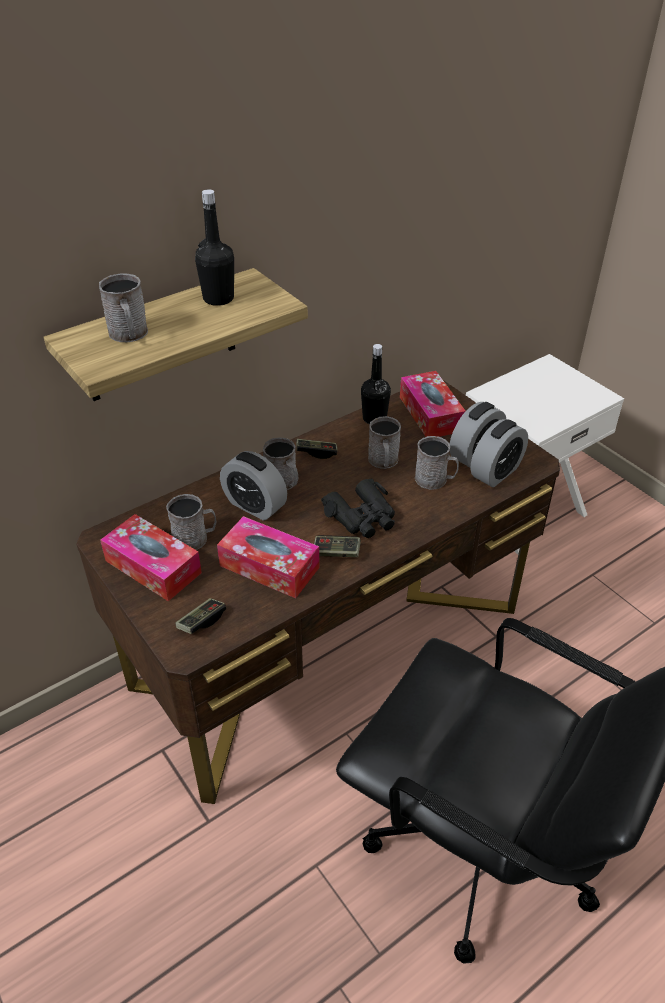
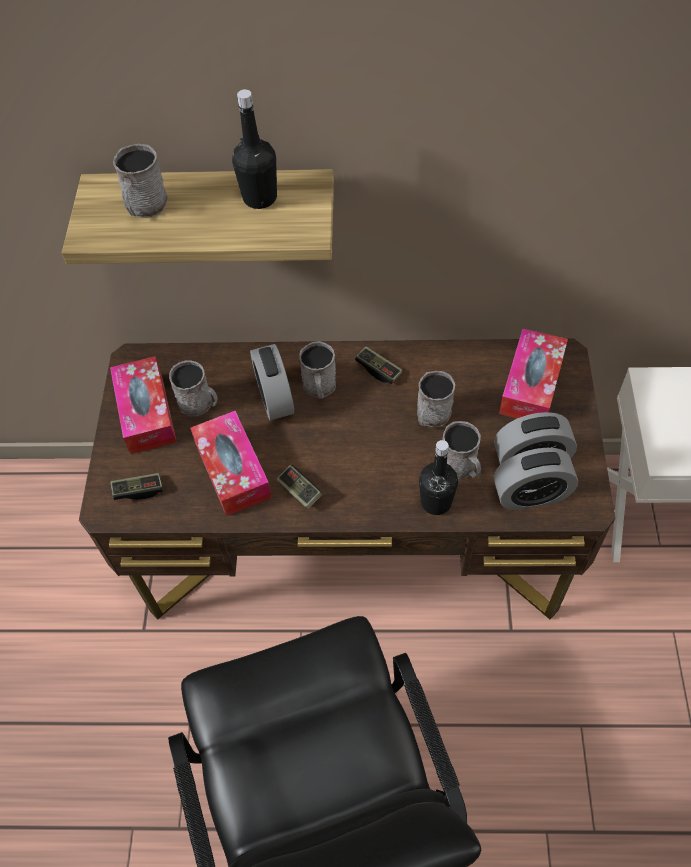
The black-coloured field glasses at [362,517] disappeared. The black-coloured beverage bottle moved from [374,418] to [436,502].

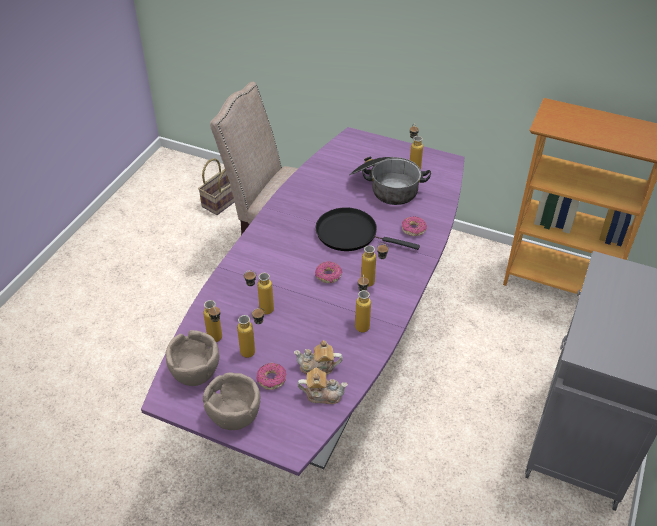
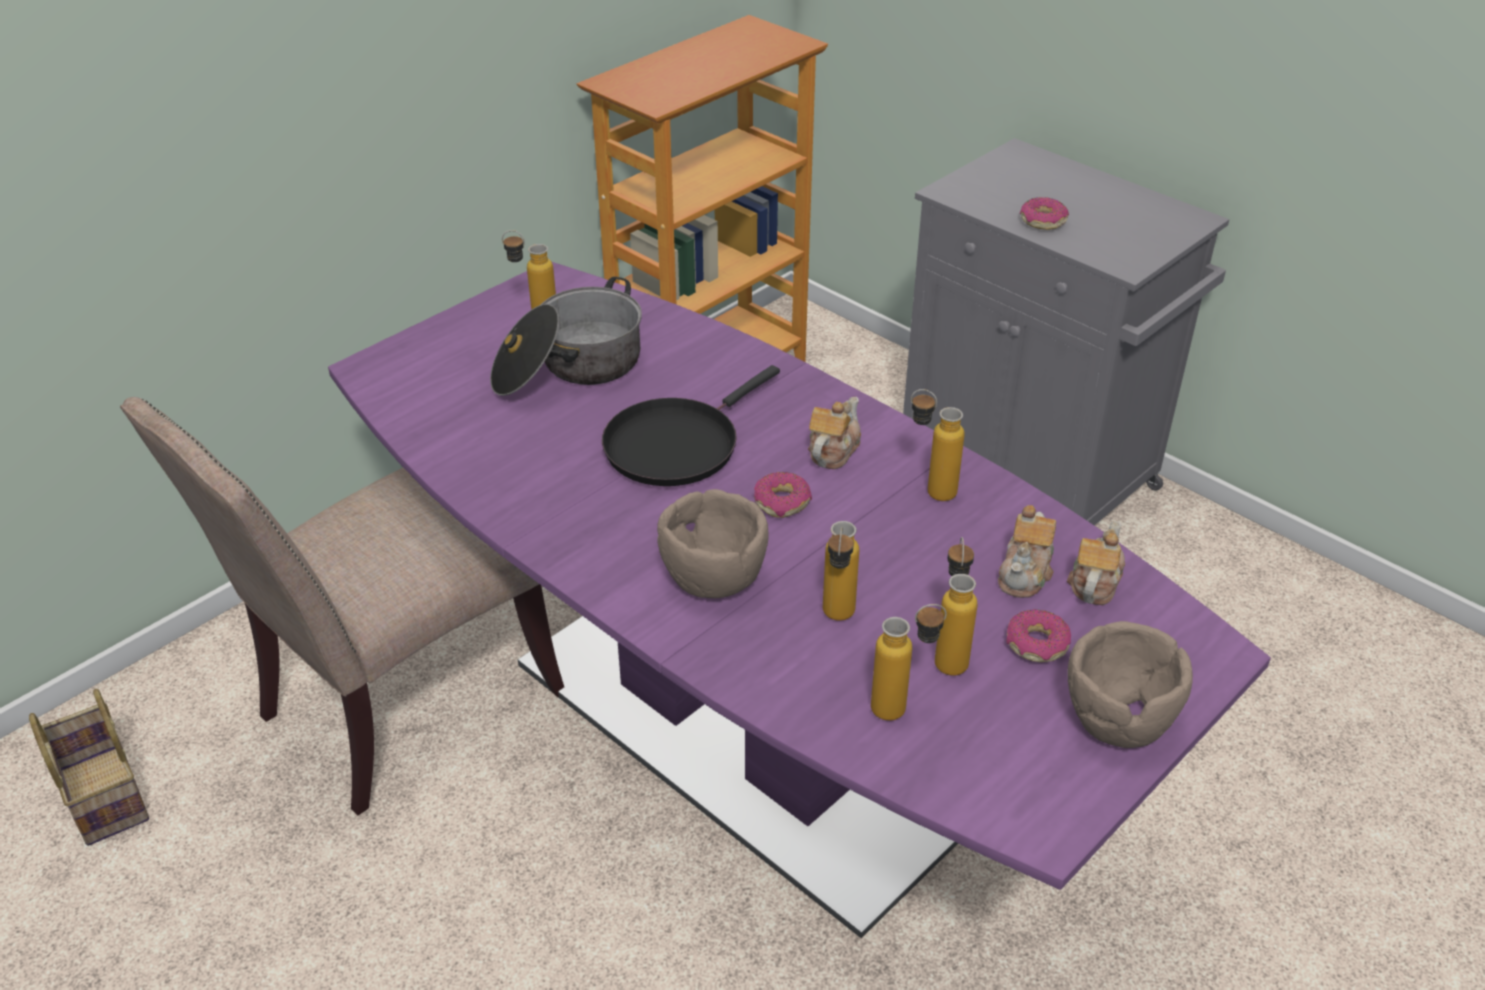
The brownish bowl moved from [195,373] to [716,578]. The beverage bottle at [373,283] was replaced by the teapot at [832,451]. The doughnut moved from [413,229] to [1042,221].

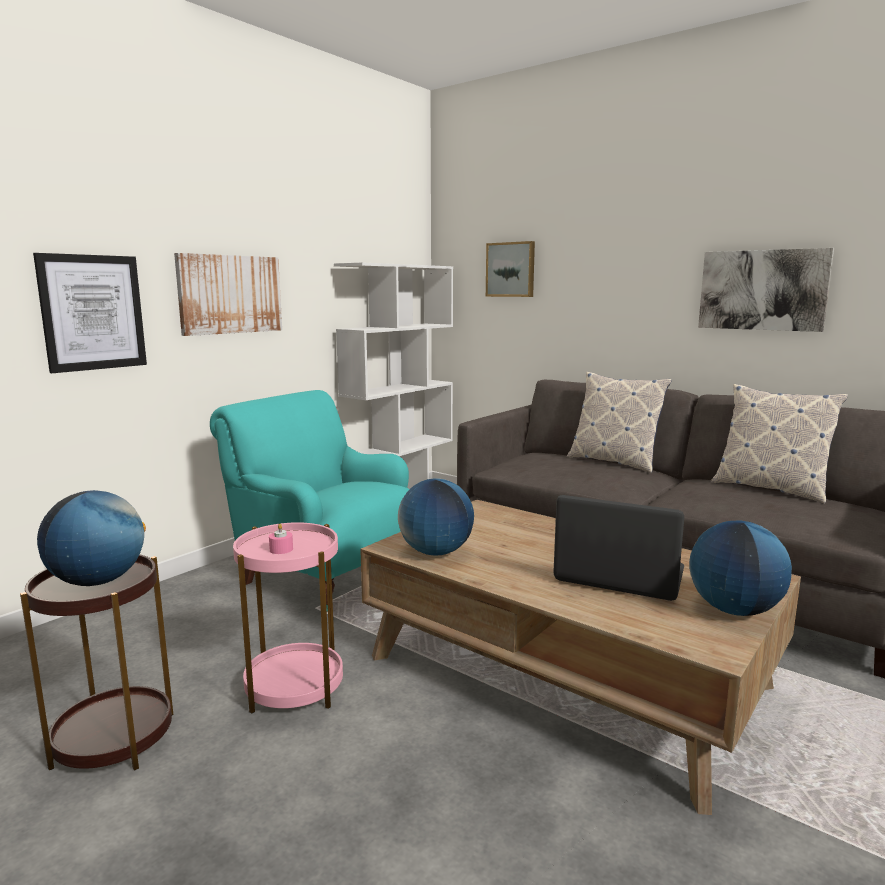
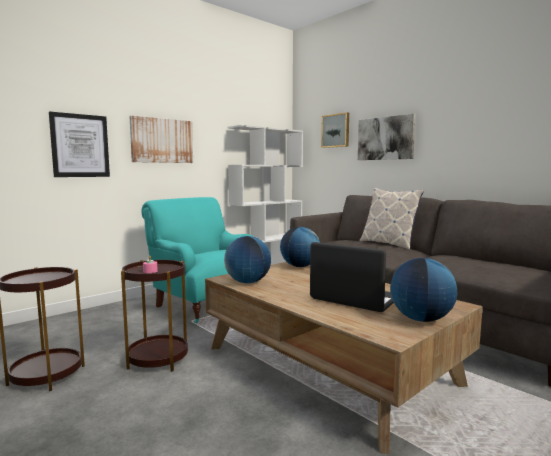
The world globe moved from [98,581] to [300,266]. The pink accent table at [294,687] became the brownish accent table at [158,359]. The wall art moved from [762,290] to [385,138]. The cushion at [770,489] disappeared.

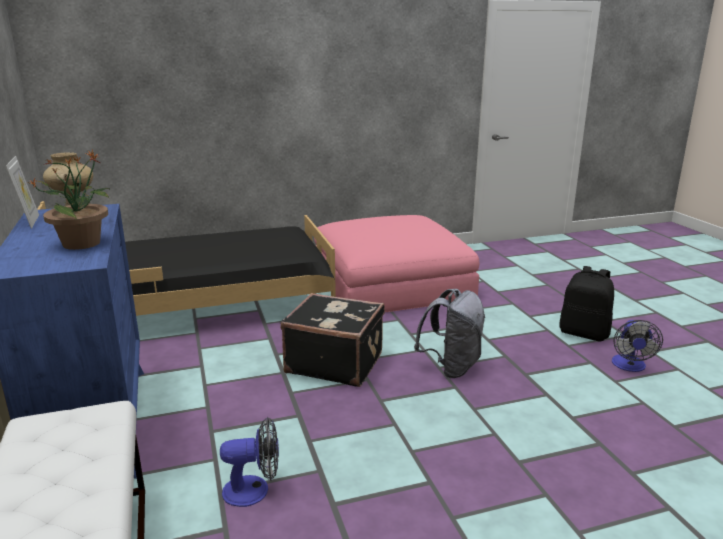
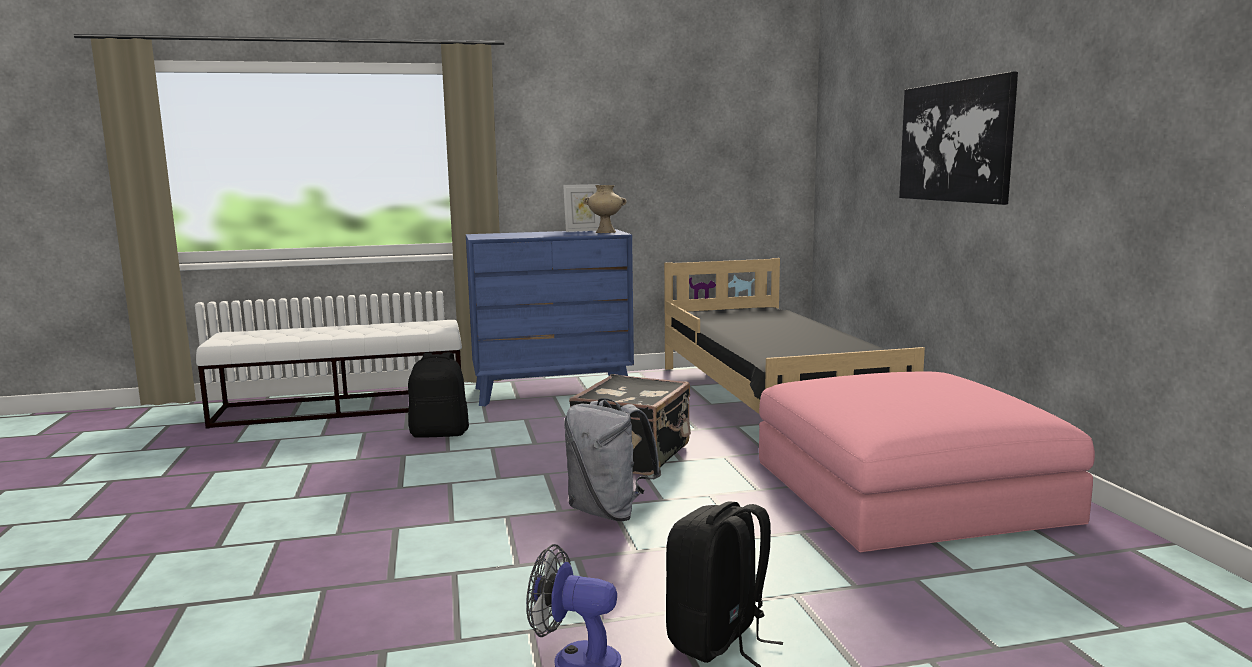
The houseplant at [83,243] disappeared. The electric fan at [254,490] was replaced by the black-coloured knapsack at [440,433]. The wall art at [955,141] appeared.

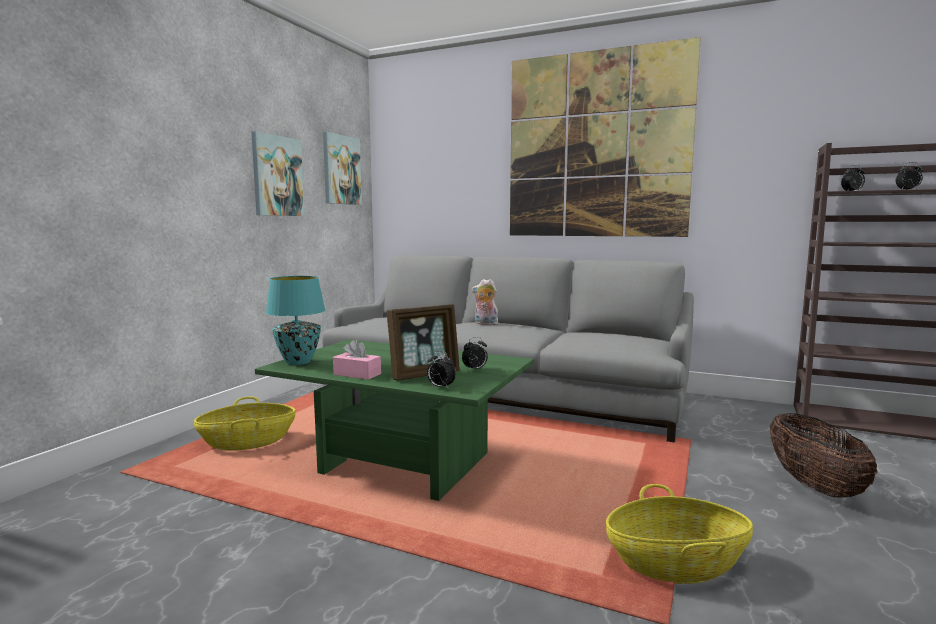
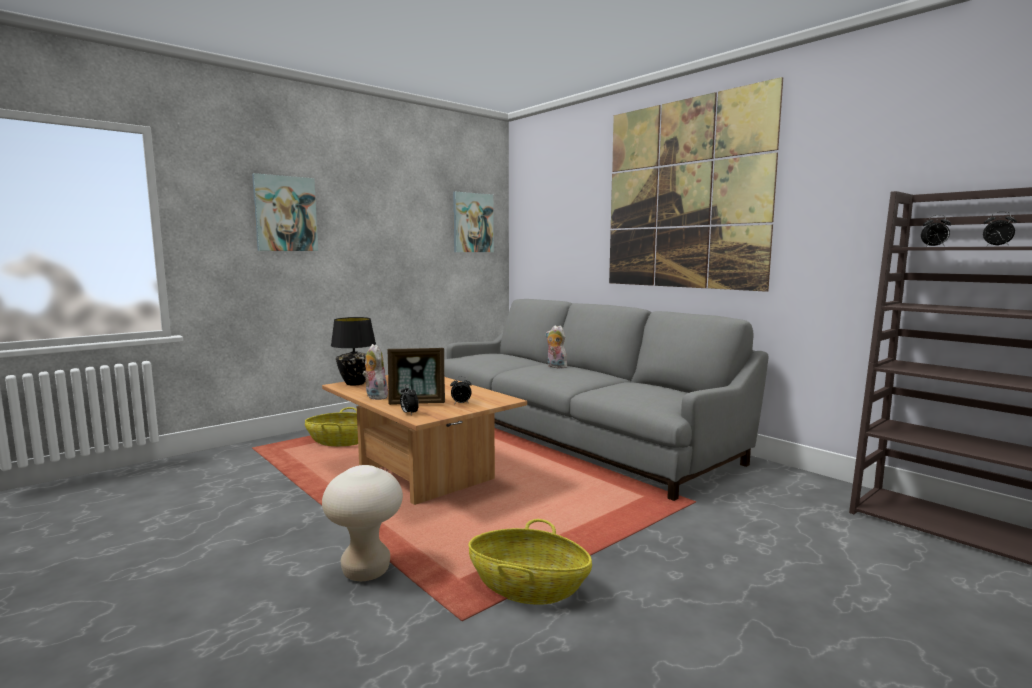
The wall art moved from [277,176] to [285,214]. The green-coloured coffee table at [401,465] became the brownish coffee table at [421,476]. The blue-green lamp for a table at [298,362] became the black-coloured lamp for a table at [355,383]. The pink tissue box at [357,374] was replaced by the cuddly toy at [374,397]. The household basket at [814,485] disappeared. The beige sitting stool at [366,571] appeared.

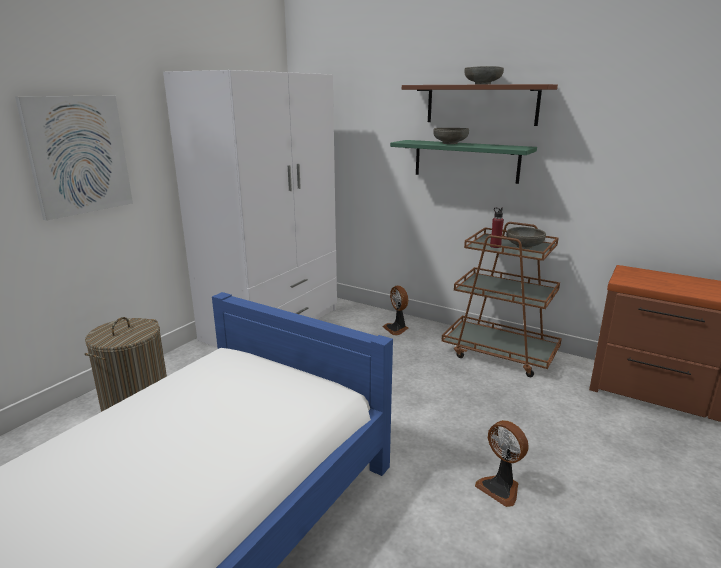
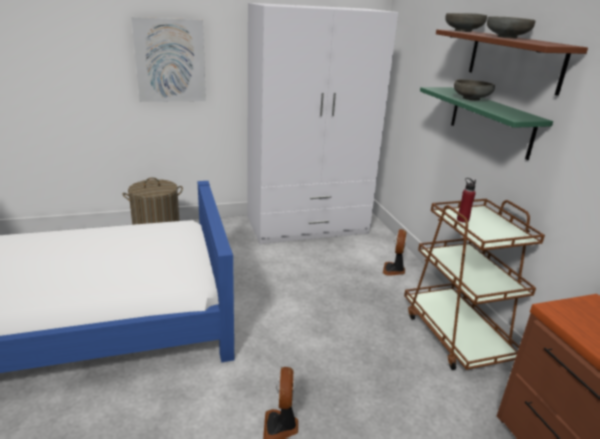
The gray bowl moved from [524,246] to [463,31].

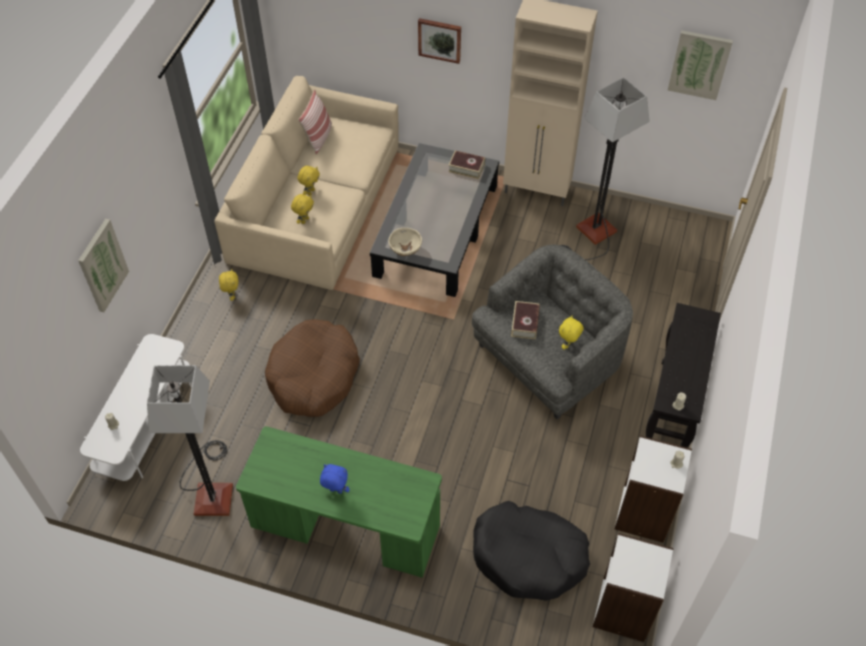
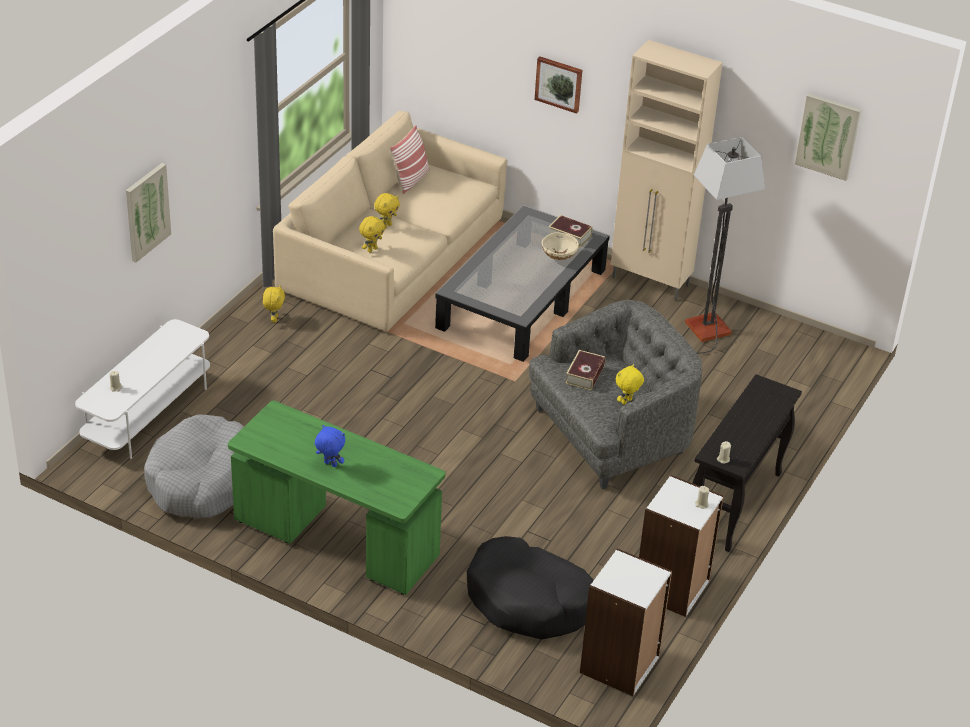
The standing lamp at [211,488] was replaced by the gray pet bed at [201,480]. The brownish pet bed at [313,376] disappeared. The beige bowl moved from [405,250] to [558,257].

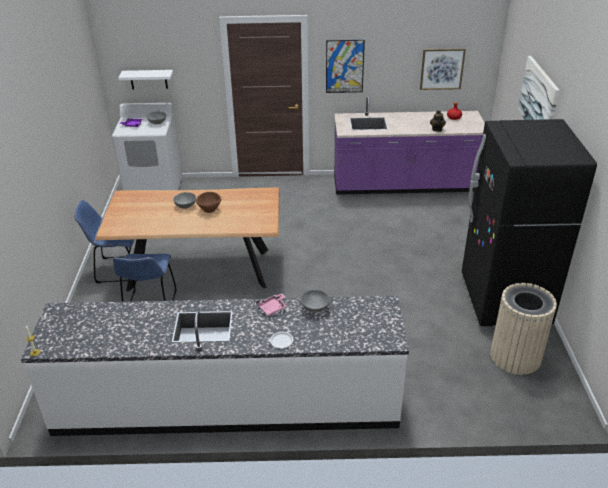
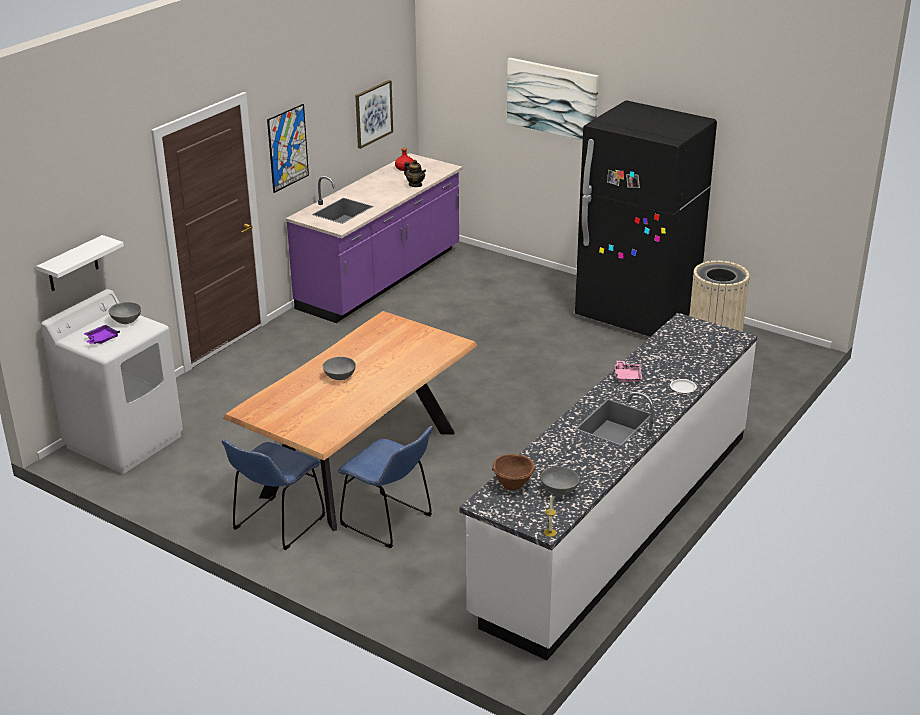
The brownish bowl moved from [210,210] to [513,484]. The gray bowl moved from [315,308] to [559,490].

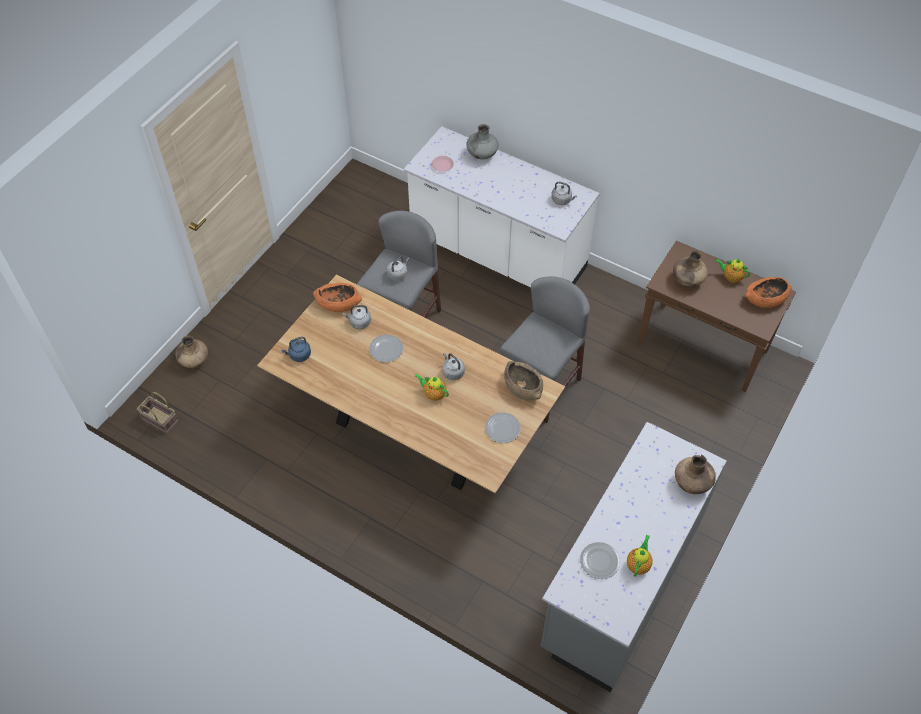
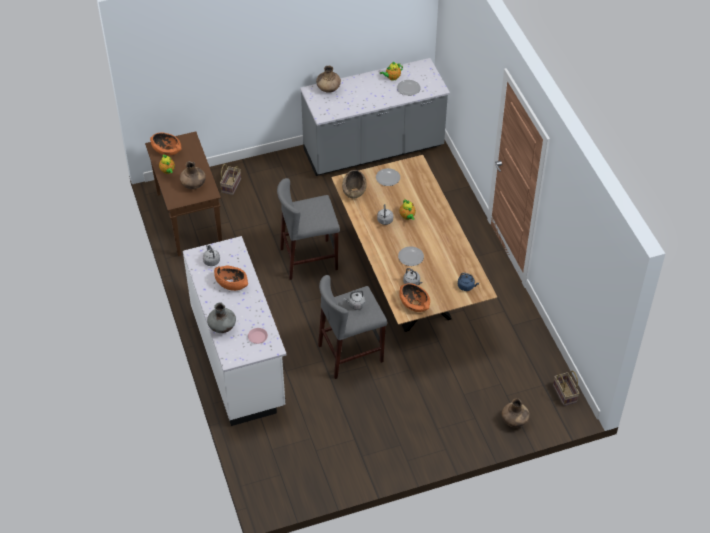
The orangey bowl at [231,283] appeared. The household basket at [231,185] appeared.

